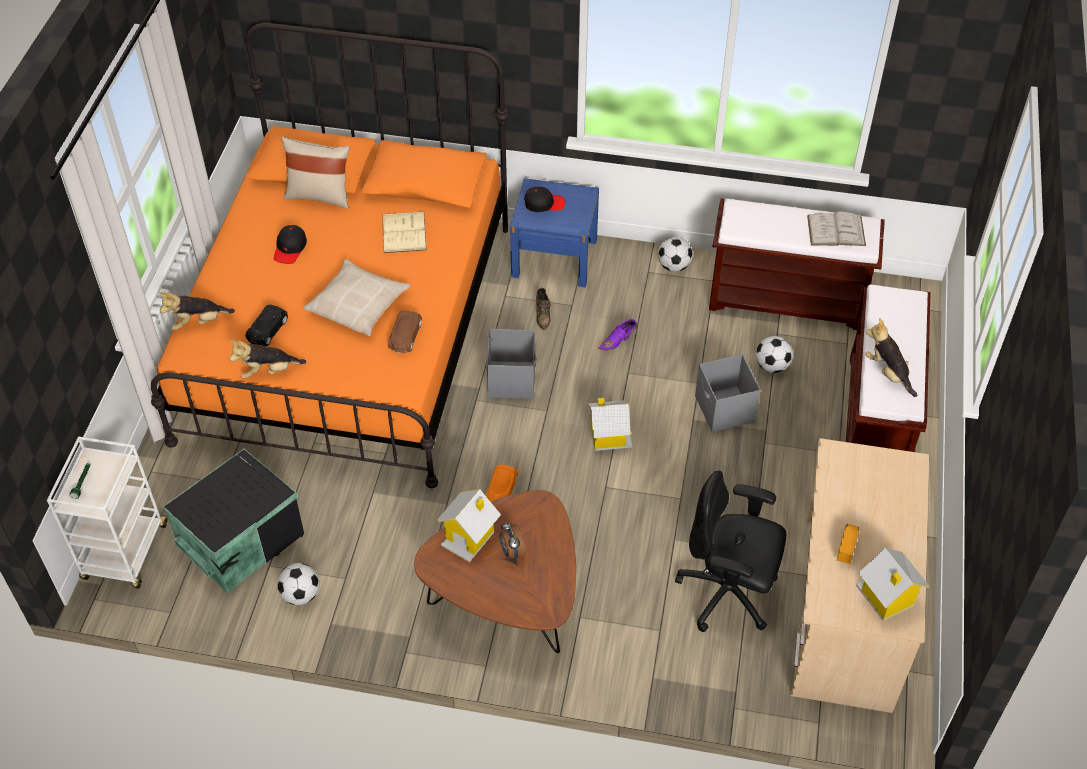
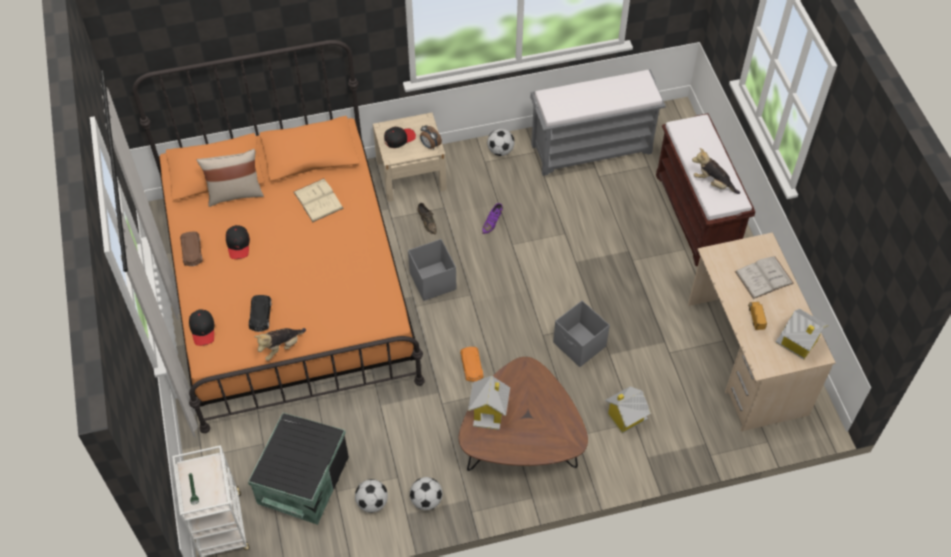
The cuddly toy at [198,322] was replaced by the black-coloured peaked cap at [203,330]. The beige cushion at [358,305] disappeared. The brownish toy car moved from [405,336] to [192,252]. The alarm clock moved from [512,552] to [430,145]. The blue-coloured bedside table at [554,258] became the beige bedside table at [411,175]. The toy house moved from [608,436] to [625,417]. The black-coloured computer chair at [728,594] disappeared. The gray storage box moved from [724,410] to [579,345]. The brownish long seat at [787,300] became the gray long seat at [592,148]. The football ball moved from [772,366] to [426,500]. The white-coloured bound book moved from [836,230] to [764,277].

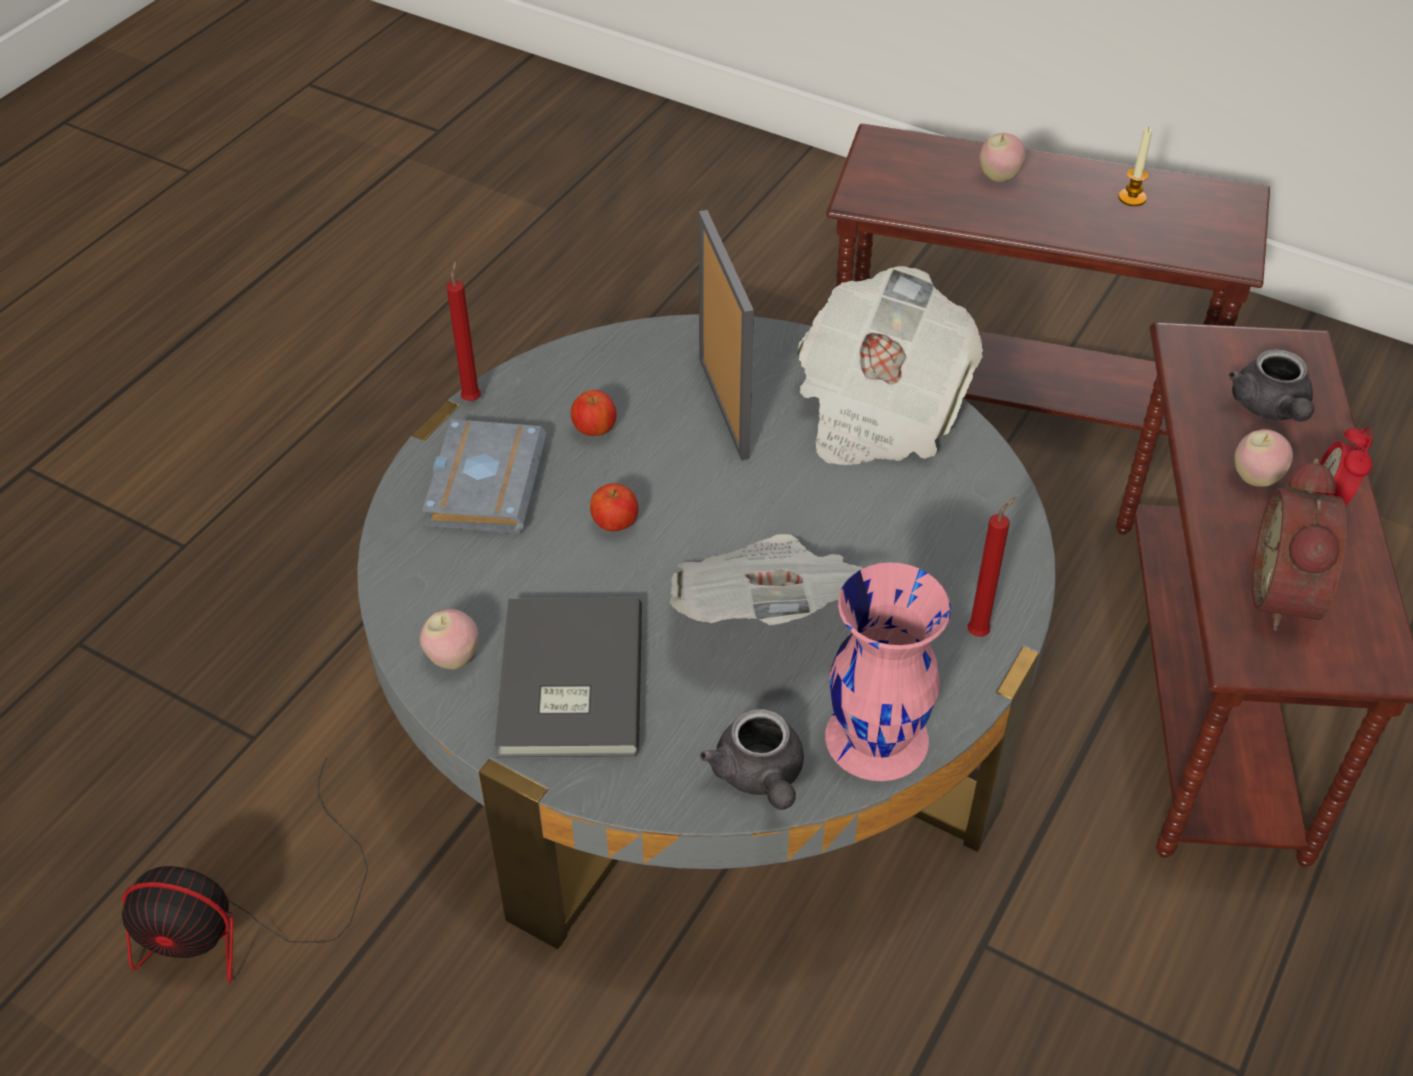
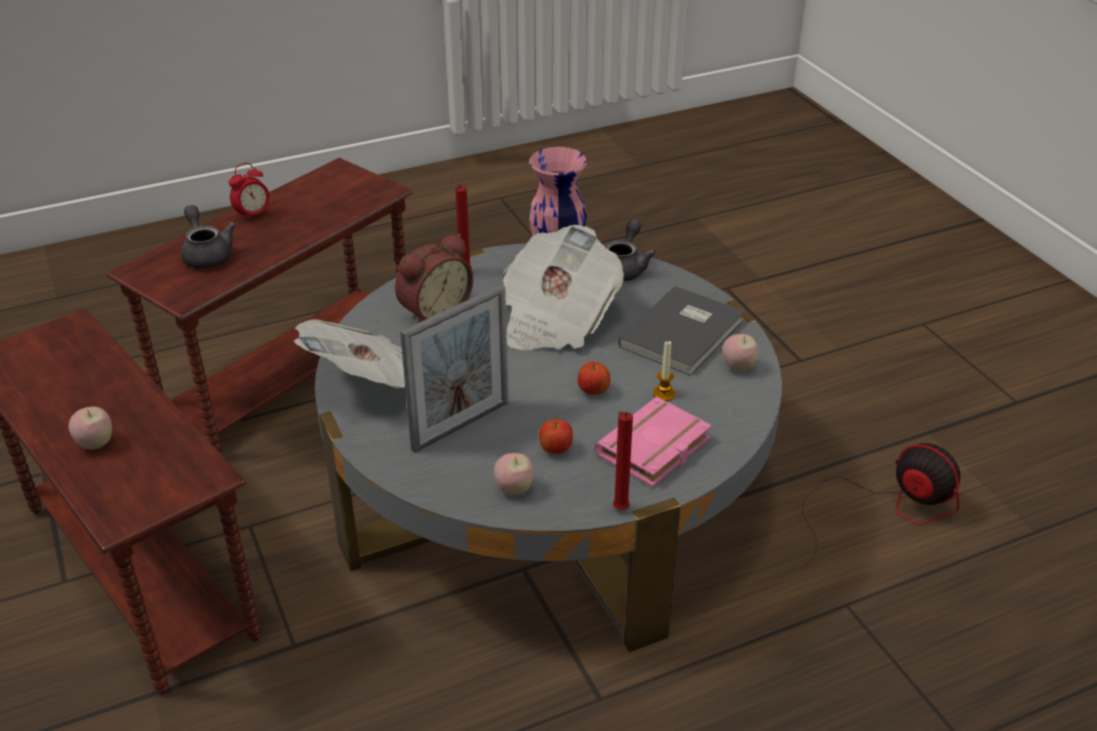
The gray bound book at [483,482] became the pink bound book at [654,450]. The photo frame at [724,407] turned 150 degrees counterclockwise. The candle moved from [1132,198] to [664,394]. The gray teapot at [1271,409] turned 60 degrees counterclockwise. The apple fruit moved from [1256,478] to [514,489]. The alarm clock moved from [1290,595] to [433,311].

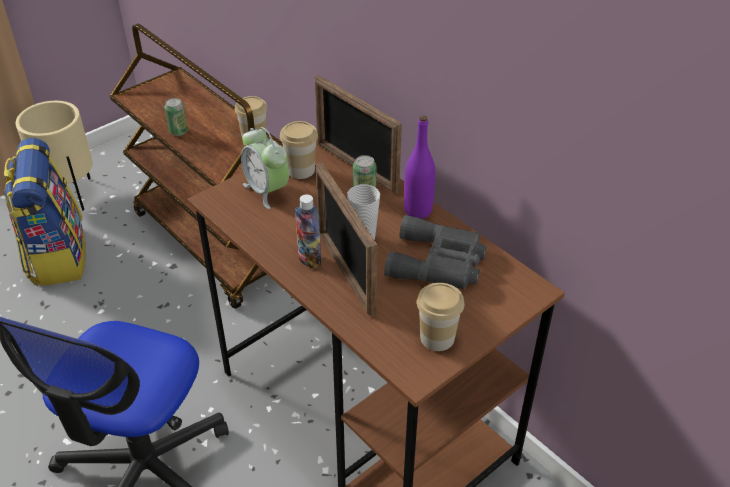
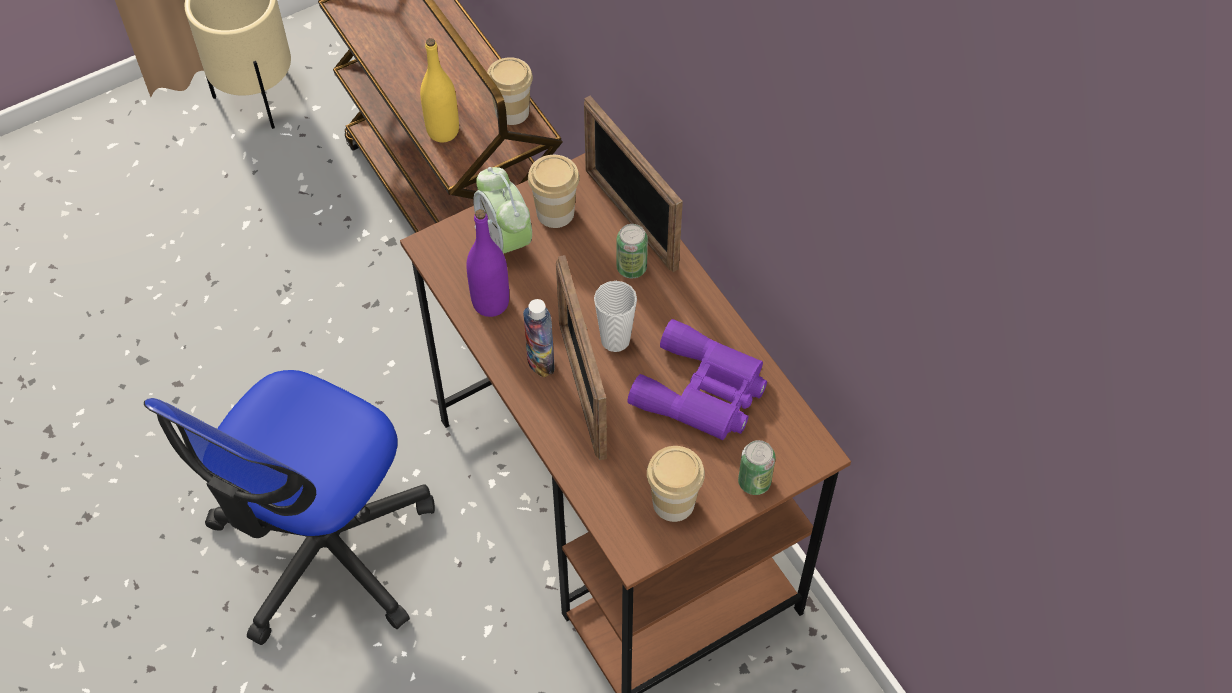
The knapsack at [57,256] disappeared. The can moved from [178,131] to [754,482]. The gray field glasses at [439,263] became the purplish field glasses at [703,392]. The purplish beverage bottle moved from [418,210] to [490,303]. The yellow-coloured beverage bottle at [443,131] appeared.

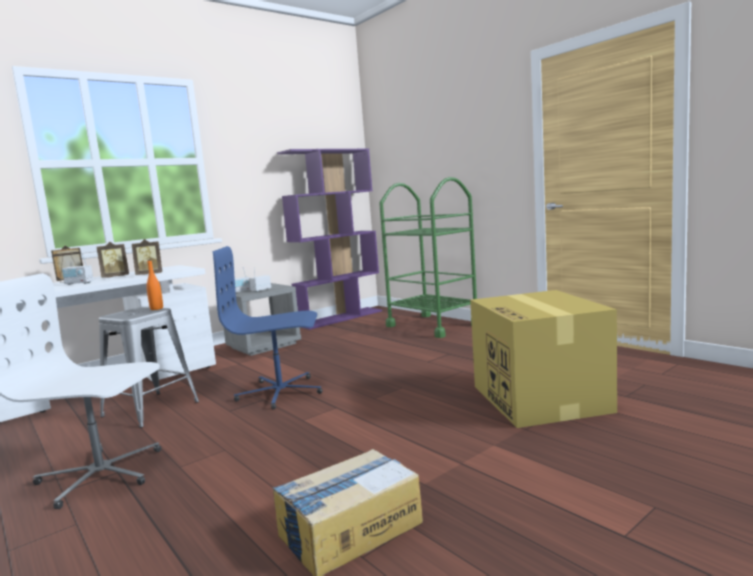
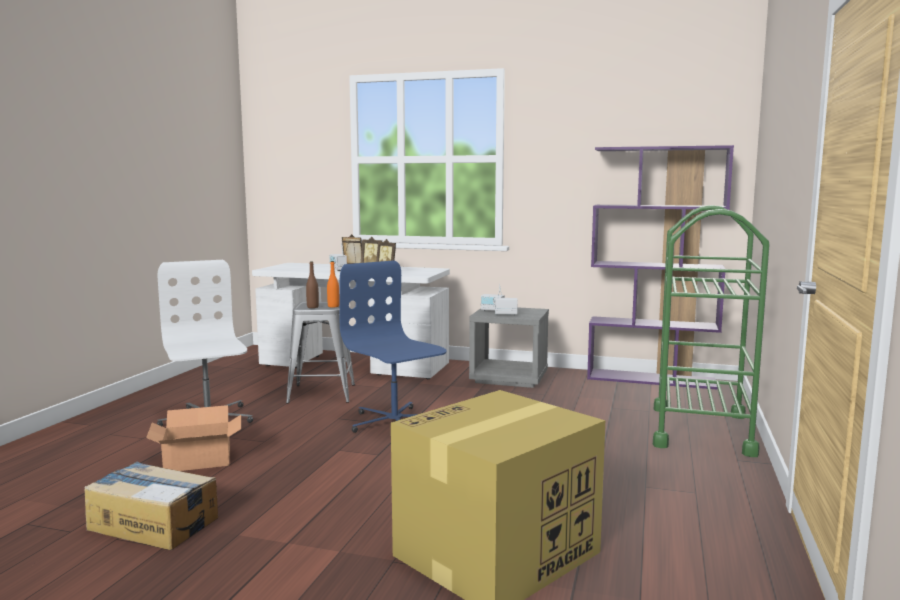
The carton at [197,459] appeared. The brownish beverage bottle at [312,307] appeared.

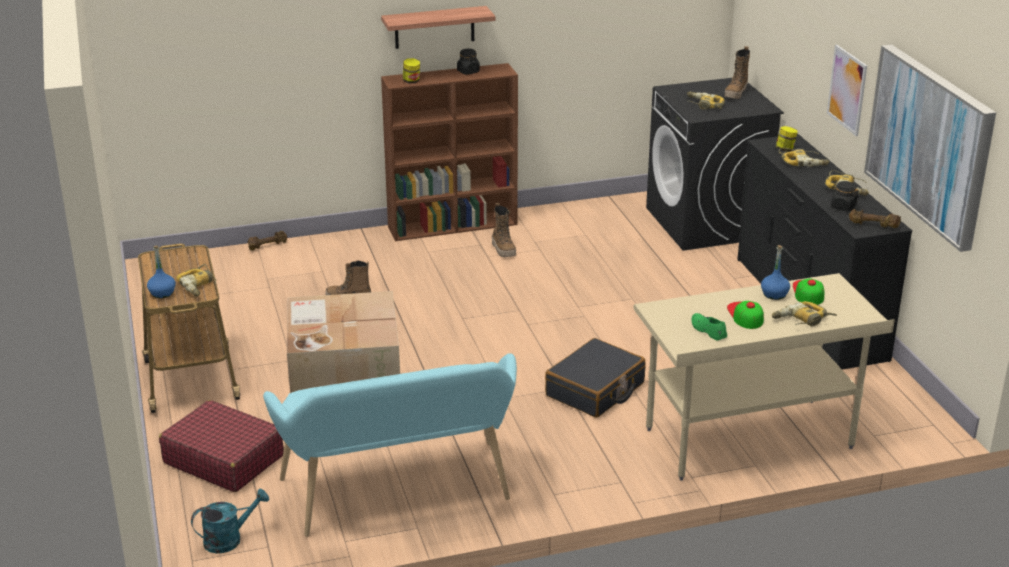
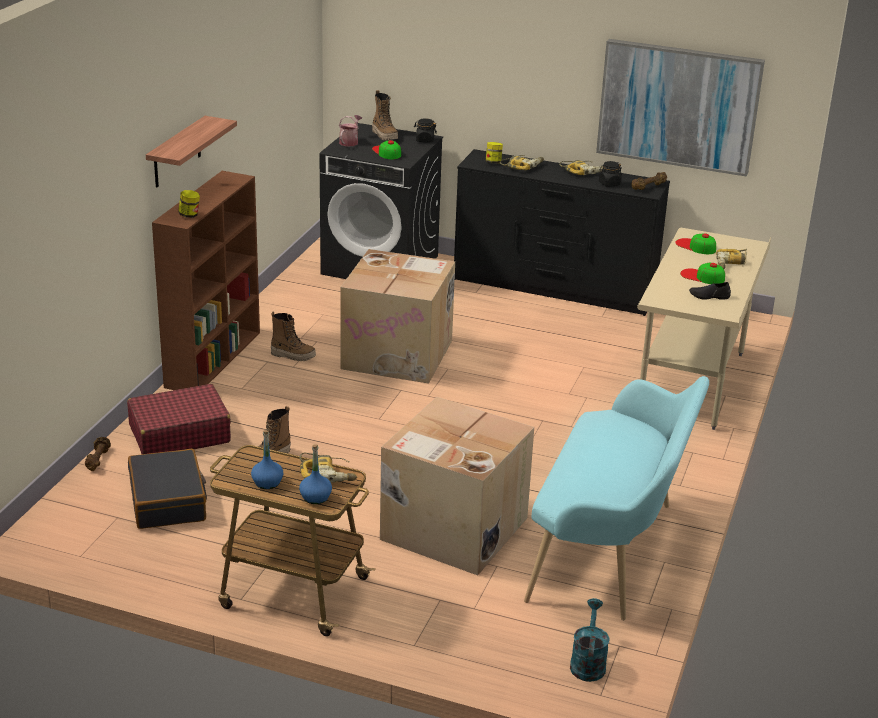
The reddish suitcase moved from [223,459] to [179,434]. The black-coloured storage jar moved from [468,71] to [424,140]. The black-coloured suitcase moved from [595,390] to [168,501]. The drill at [703,105] was replaced by the peaked cap at [386,152]. The green-coloured shoe at [708,330] became the black-coloured shoe at [709,296]. The blue-coloured beverage bottle moved from [774,294] to [267,482]. The wall art at [847,90] disappeared. The sprinkling can at [350,142] appeared. The carton at [399,354] appeared.

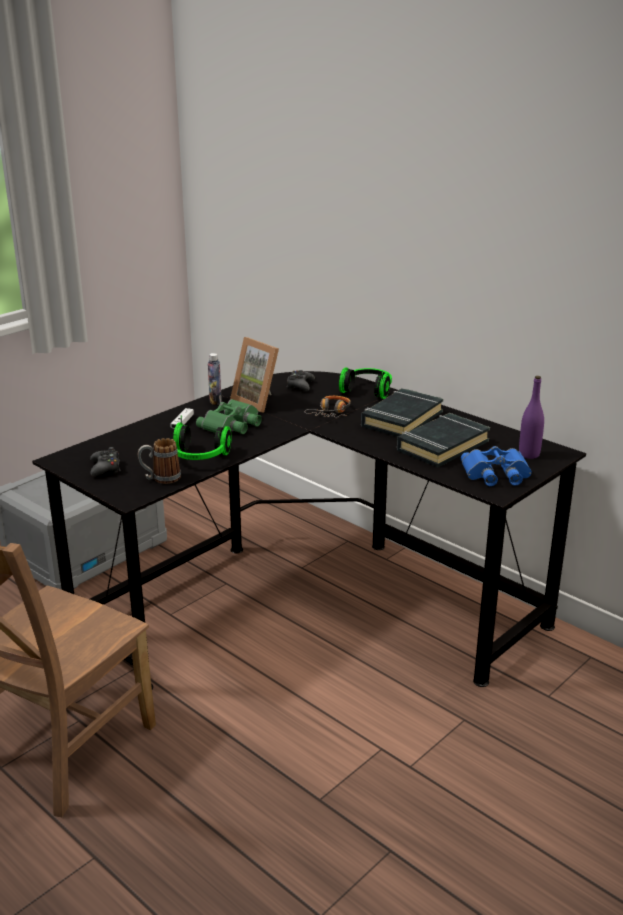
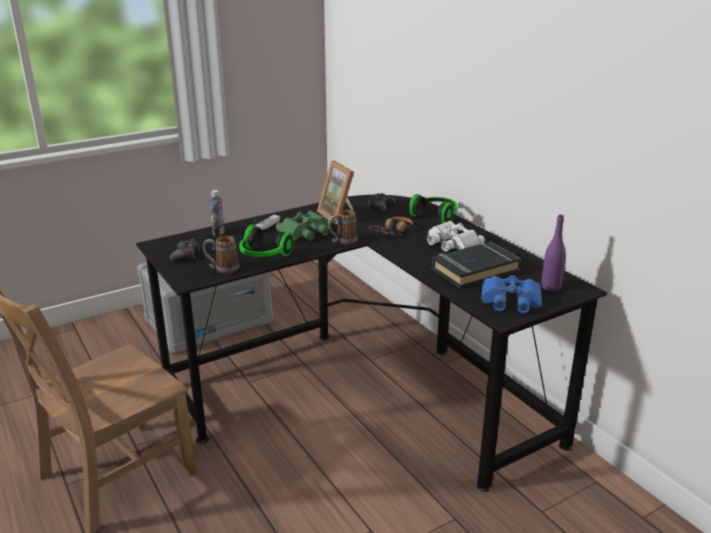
The beverage bottle moved from [215,401] to [218,232]. The black-coloured bound book at [401,419] was replaced by the white-coloured field glasses at [451,243]. The mug at [342,242] appeared.

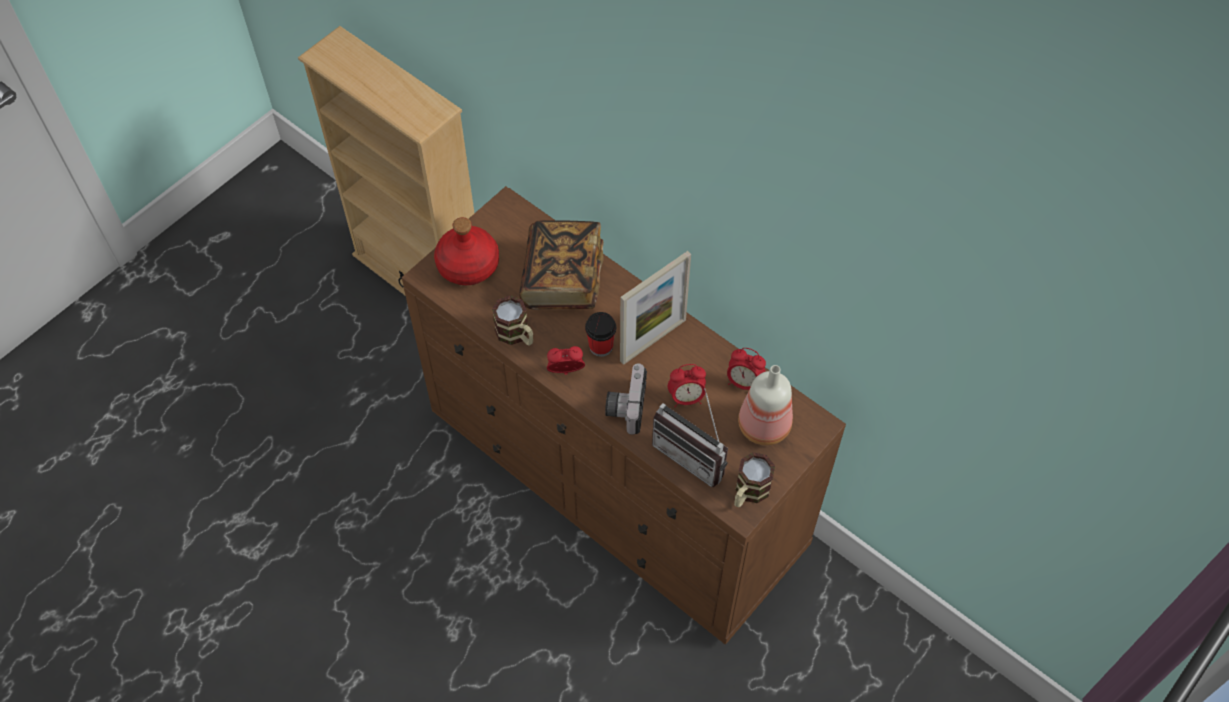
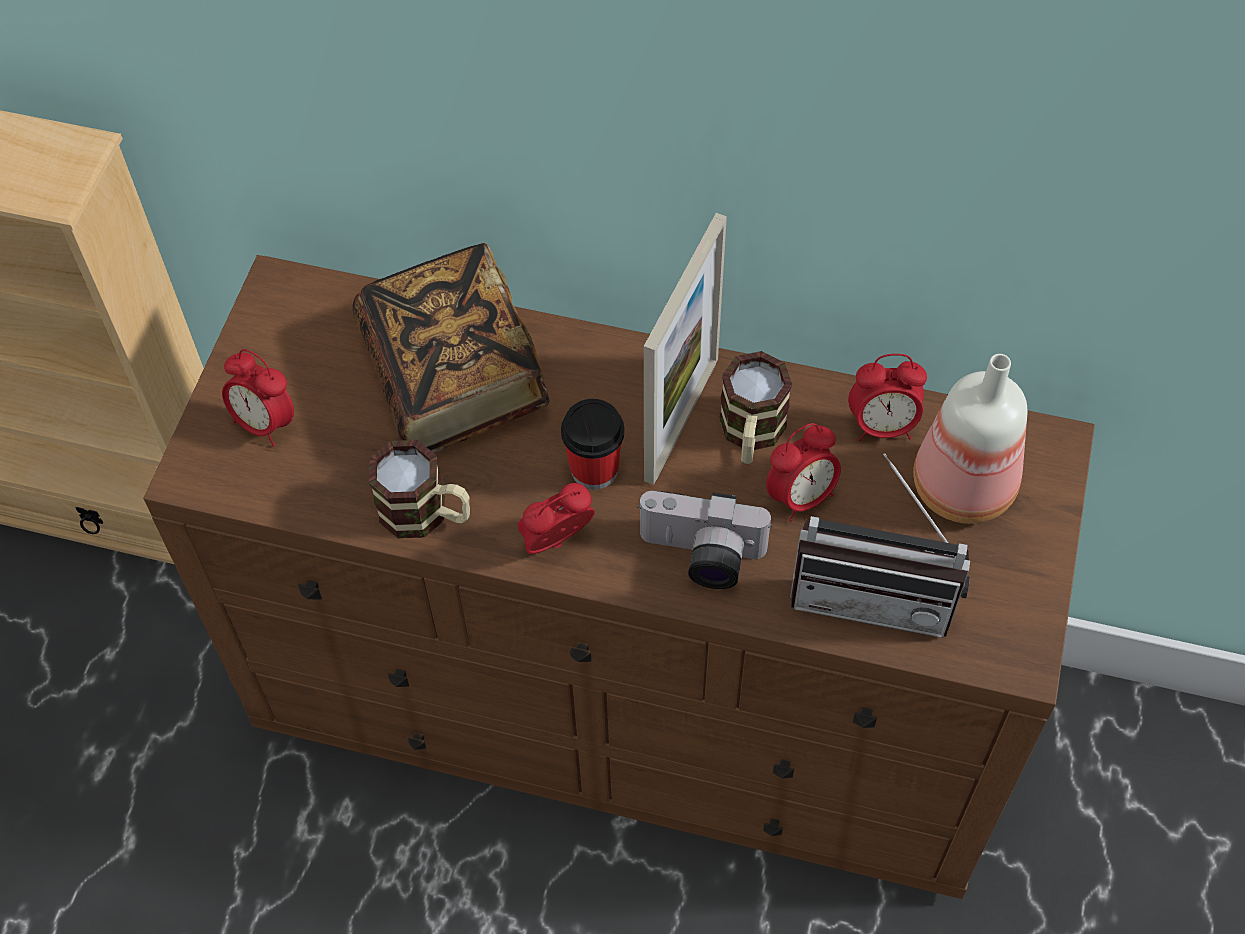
The reddish beverage bottle at [469,265] was replaced by the alarm clock at [265,423]. The still camera at [625,405] turned 60 degrees counterclockwise. The mug moved from [748,493] to [751,435].

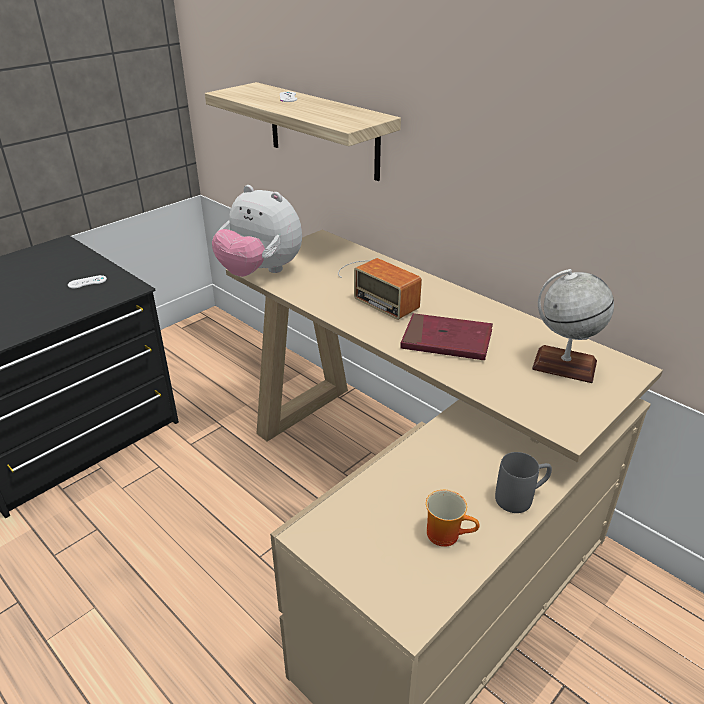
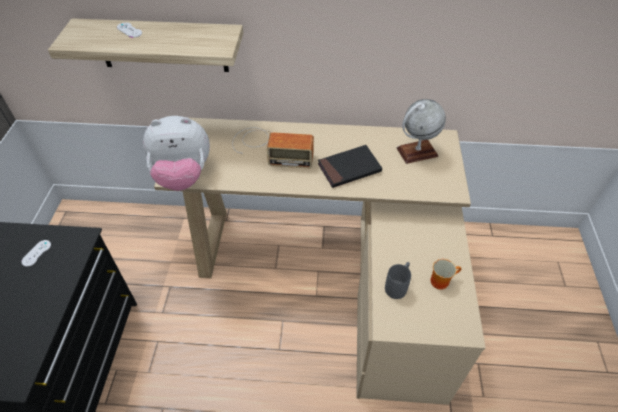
The reddish bound book at [446,341] became the black-coloured bound book at [349,168]. The gray mug moved from [521,498] to [398,285].

